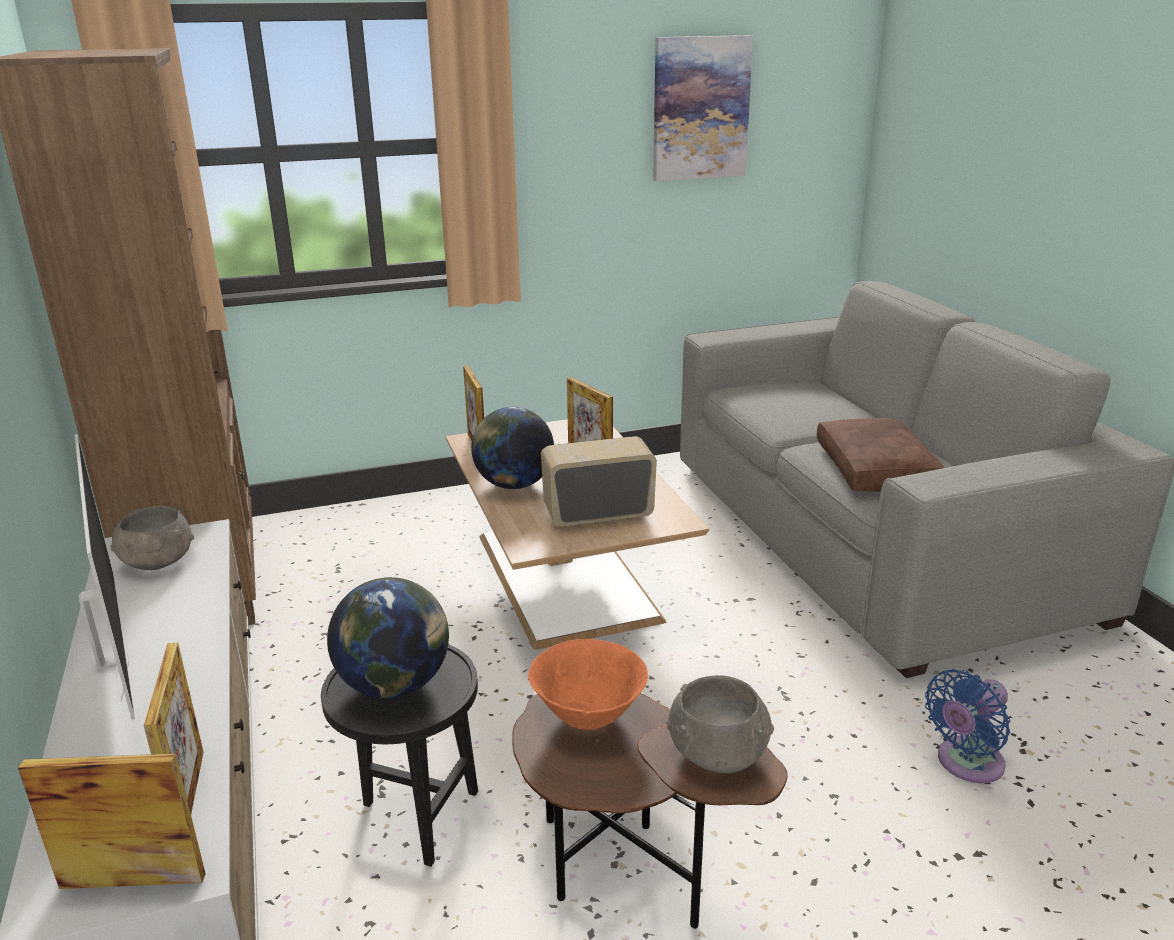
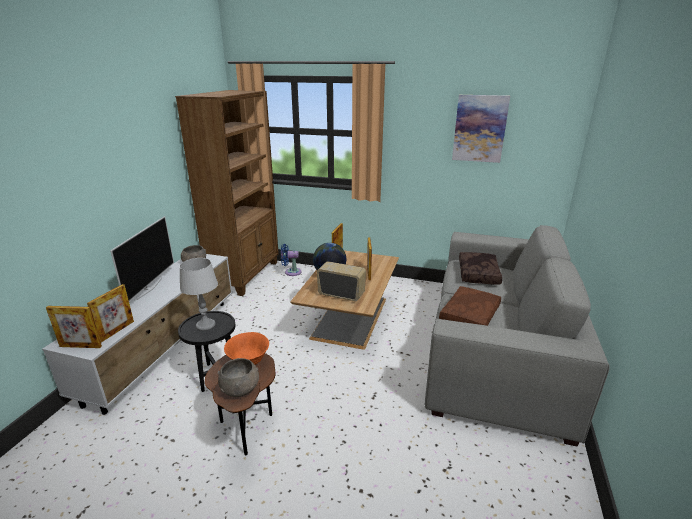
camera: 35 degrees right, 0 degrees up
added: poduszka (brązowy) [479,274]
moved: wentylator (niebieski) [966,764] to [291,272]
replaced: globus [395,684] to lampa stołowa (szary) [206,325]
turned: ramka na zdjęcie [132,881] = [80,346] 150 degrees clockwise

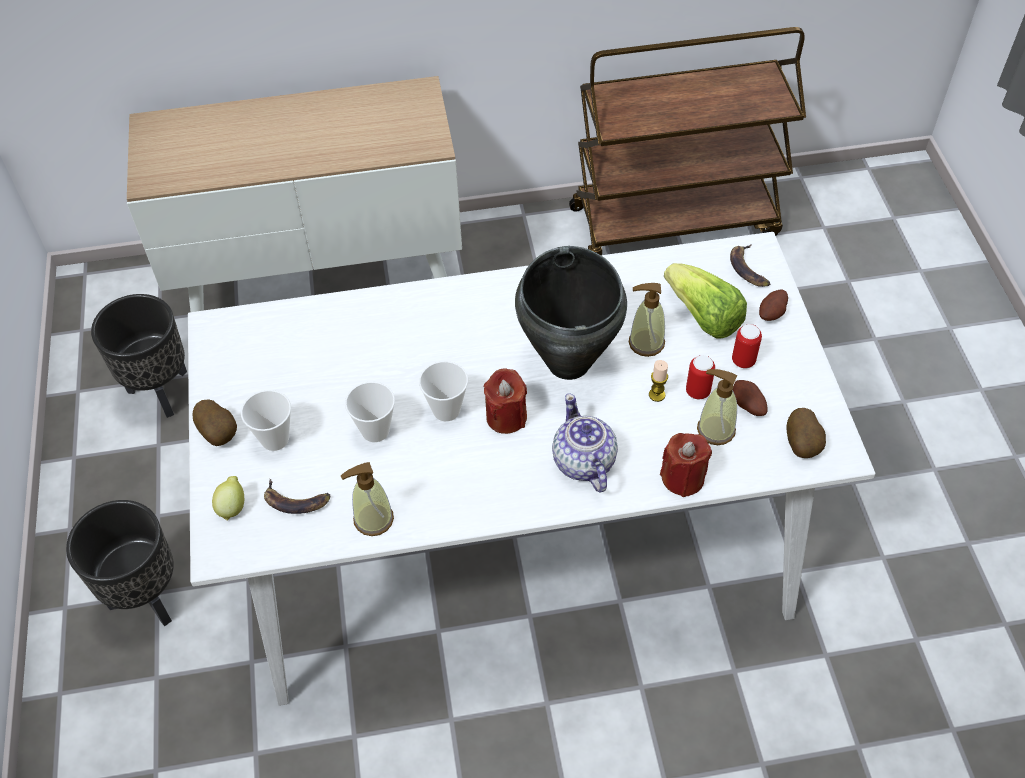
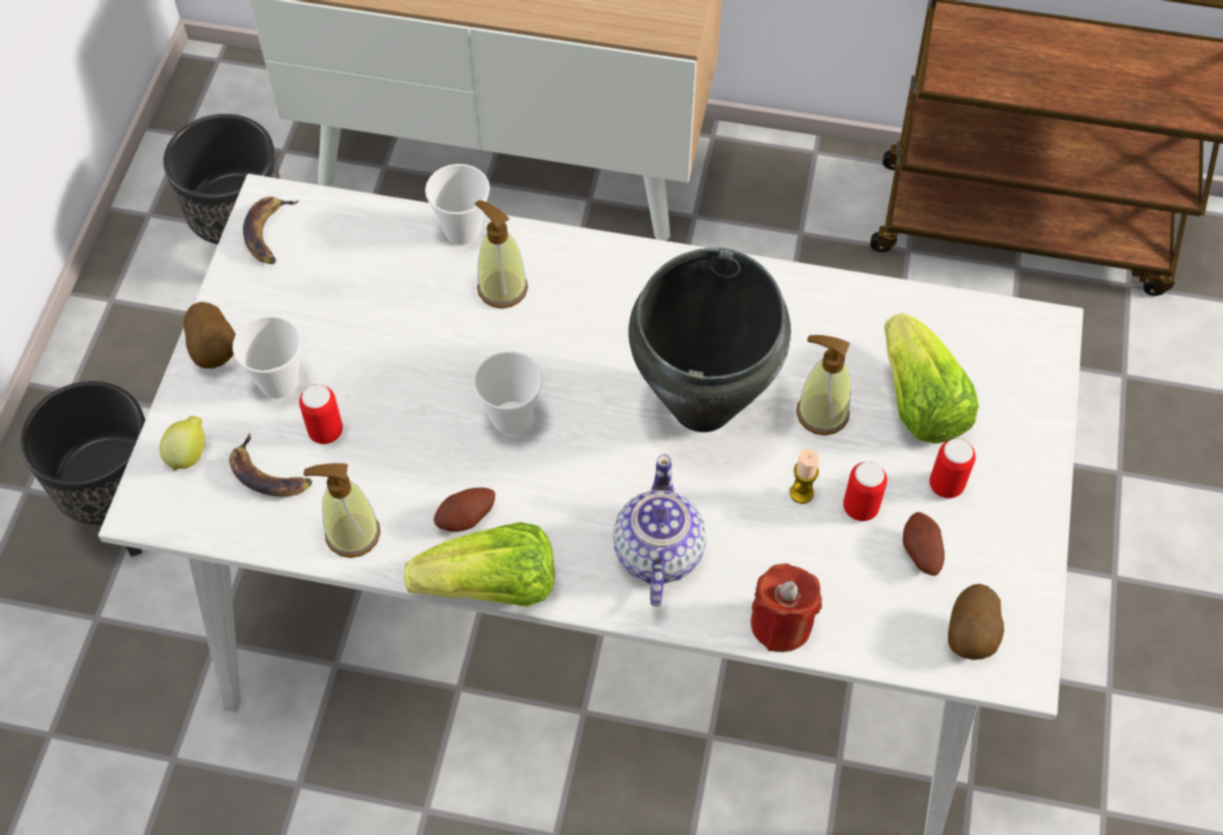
camera: 20 degrees right, 5 degrees up
removed: świeca (czerwony) [506,417]
added: puszka [326,432]; sałata [492,587]
moved: banan [748,269] to [269,233]; filiżanka [375,430] to [462,230]; ziemniak [772,313] to [467,519]; dozownik mydła [715,430] to [502,288]

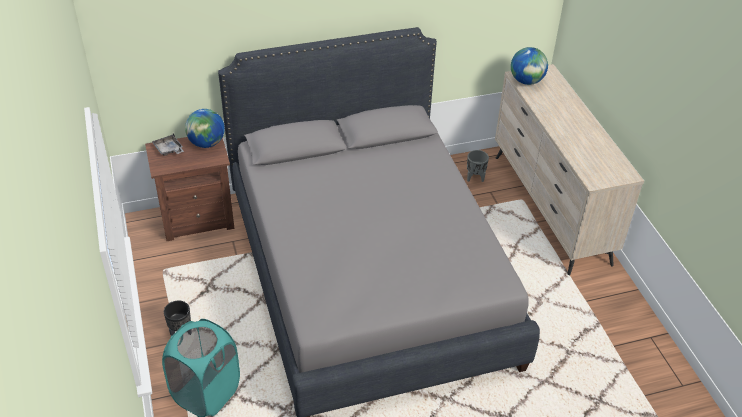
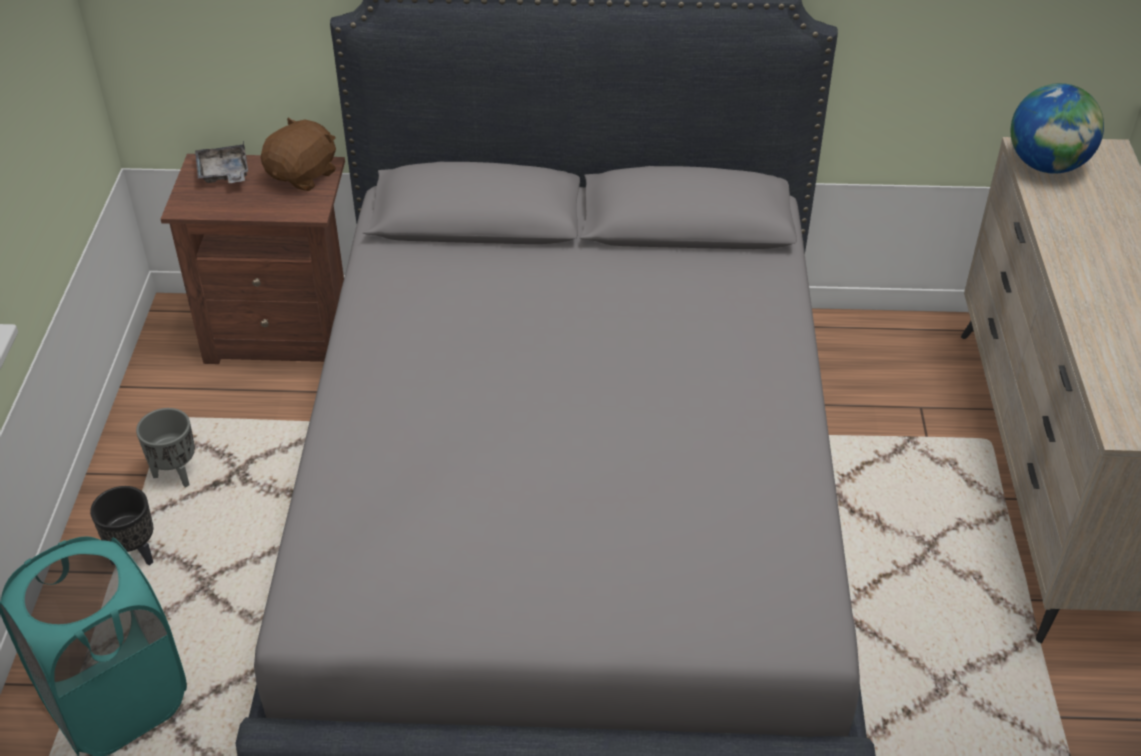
camera: 20 degrees right, 0 degrees up
moved: donica (szary) [475,178] to [177,474]
replaced: globus [207,143] to pluszak (brązowy) [303,175]

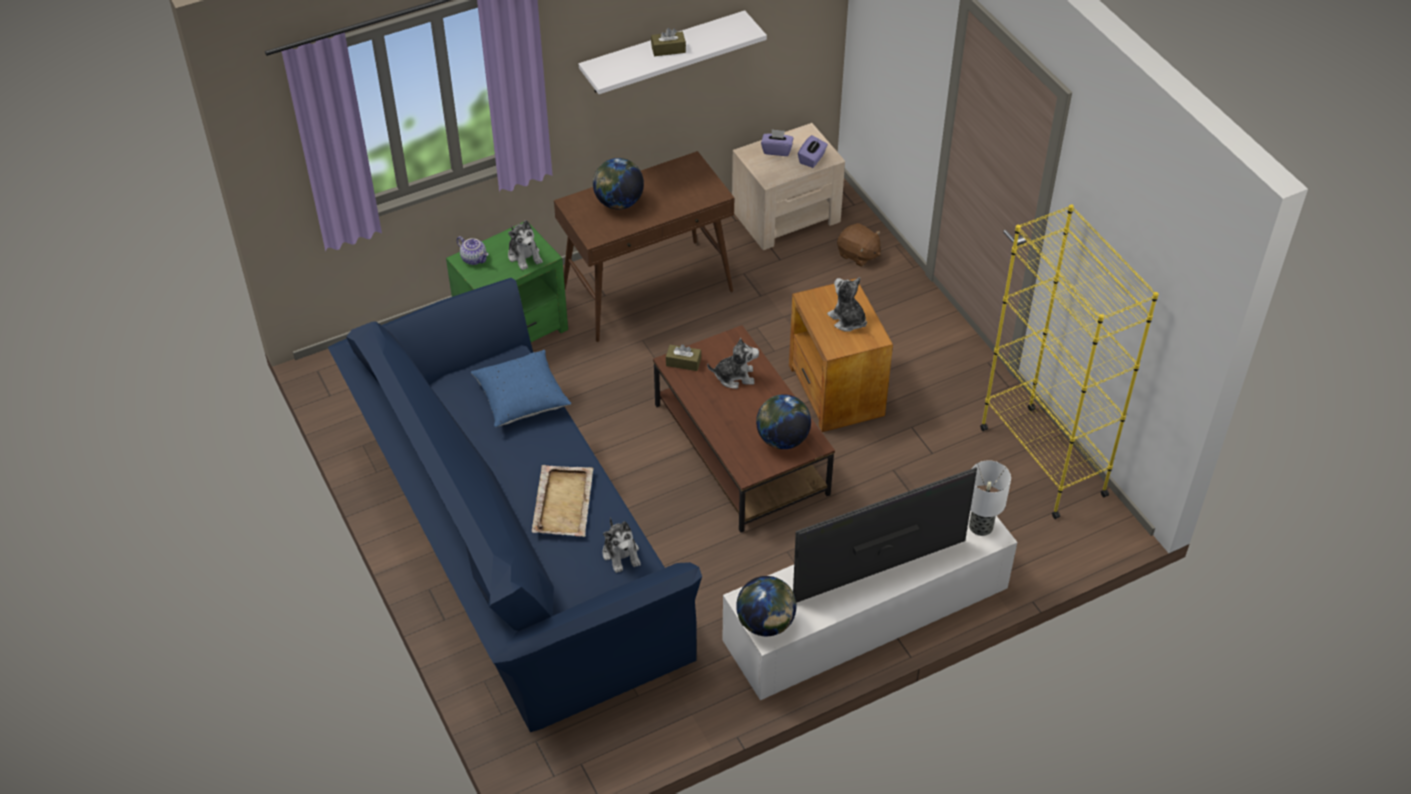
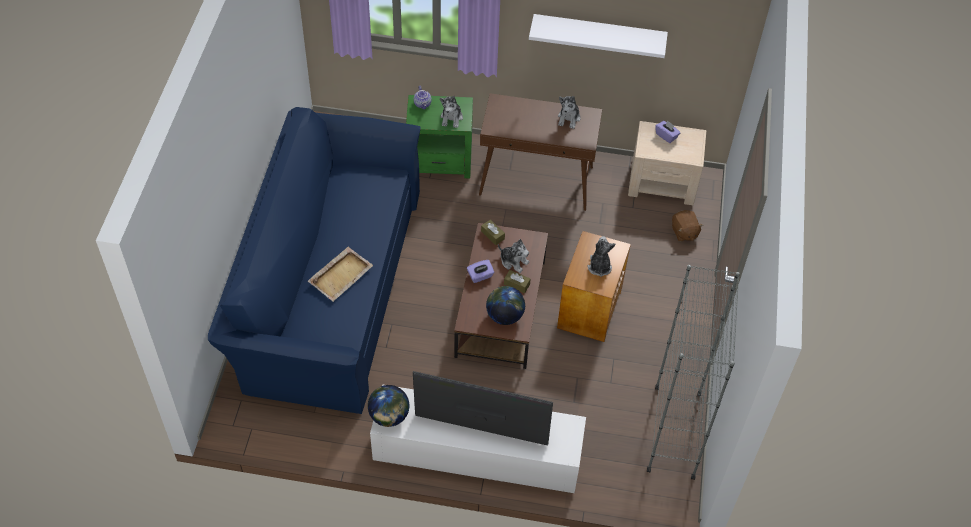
camera: 35 degrees right, 5 degrees up
removed: poduszka (niebieski) [521,399]; globus [619,203]; lampa stołowa [981,526]
moved: pudełko chusteczek (fioletowy) [812,159] to [480,276]; pudełko chusteczek (brązowy) [668,49] to [516,284]; pluszak [621,554] to [569,118]
recoloured: regał (żółty) [1042,461] to regał (szary) [674,431]

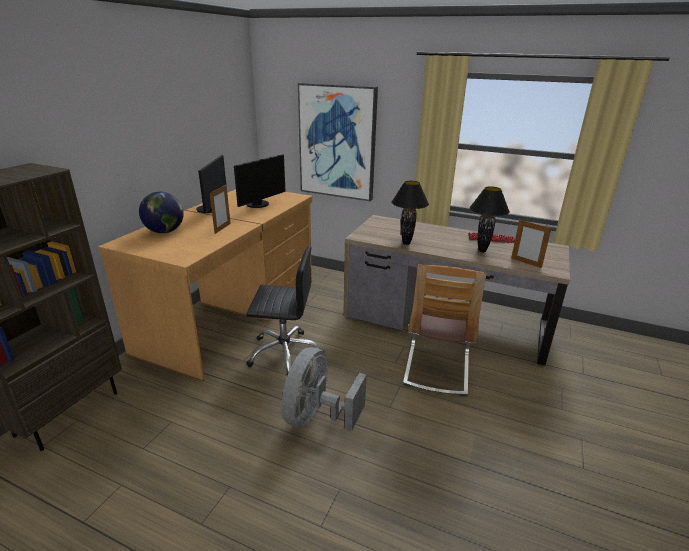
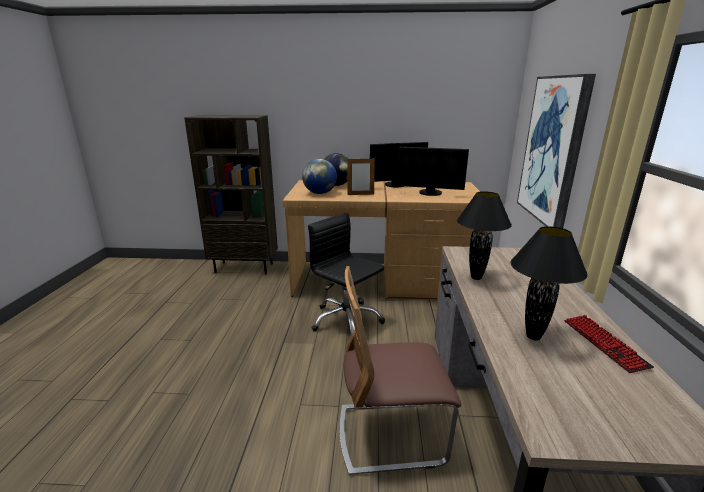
camera: 70 degrees right, 5 degrees down
removed: wentylator (szary) [317,417]; ramka na zdjęcie [526,263]
added: globus [320,193]
turned: krzesło biurowe (czarny) [285,353] = [346,320] 150 degrees clockwise

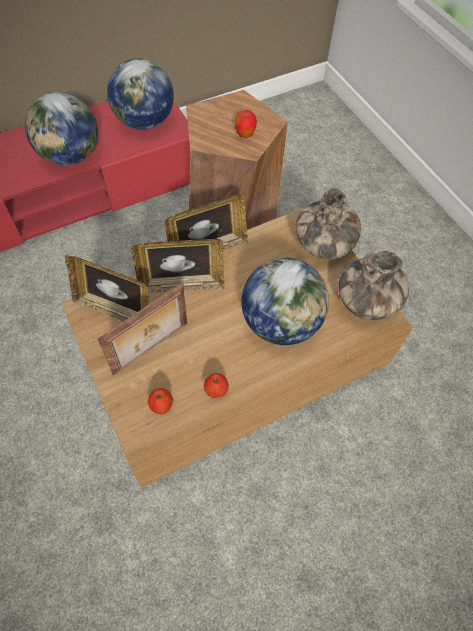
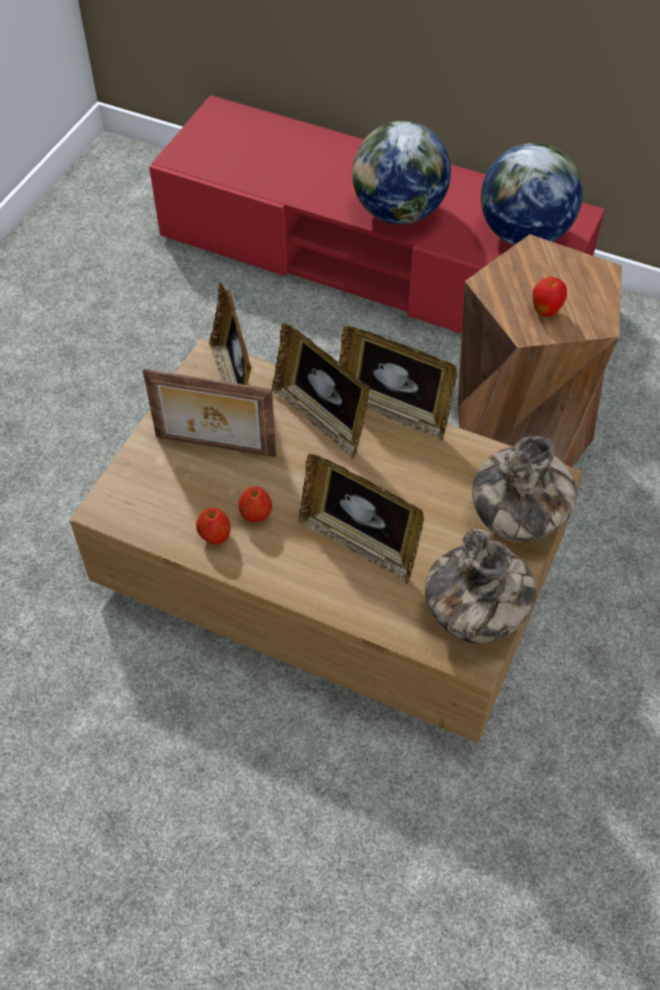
camera: 55 degrees right, 5 degrees down
moved: jabłko [161,406] to [255,515]
replaced: globus [280,323] to ramka na zdjęcie [360,543]

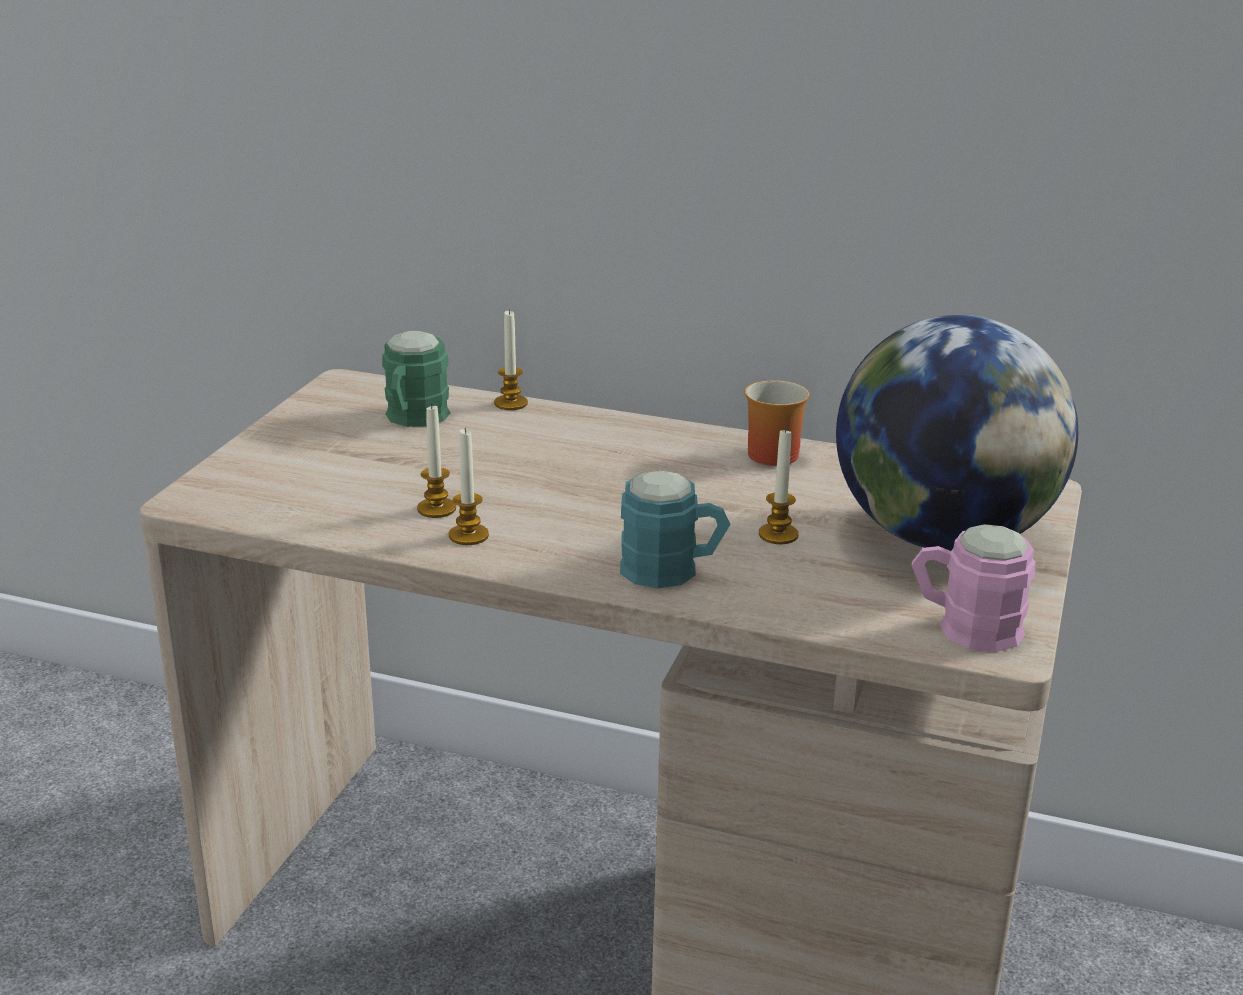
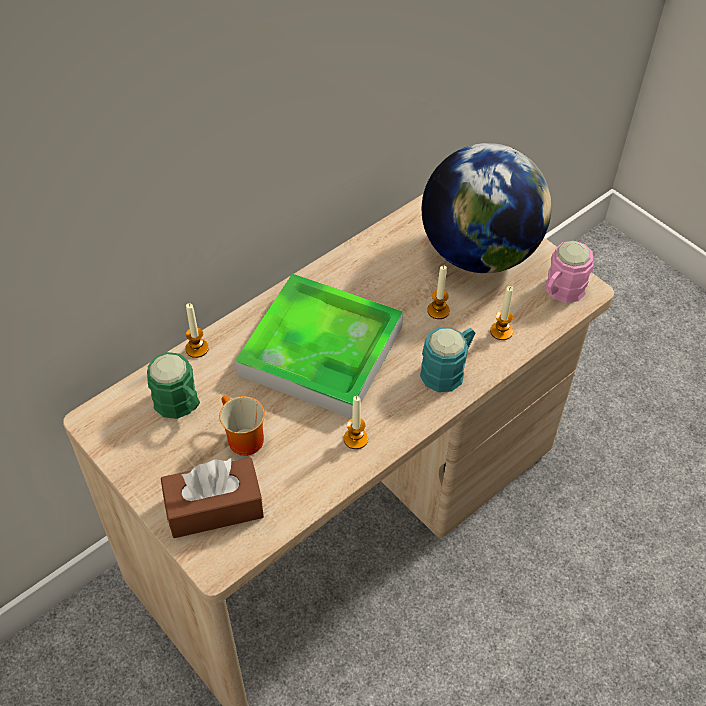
camera: 60 degrees left, 25 degrees up
added: pudełko chusteczek (brązowy) [214,507]; taca [321,351]
moved: kubek [771,452] to [241,439]; świeca [436,509] to [501,331]

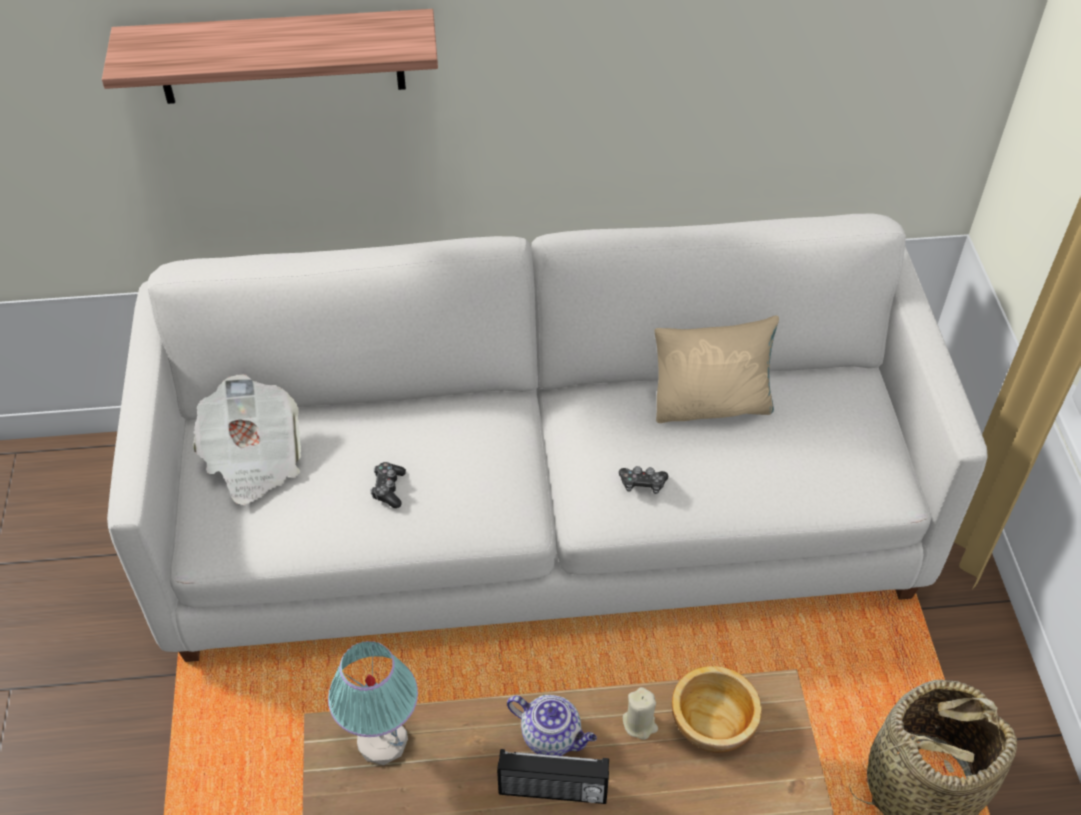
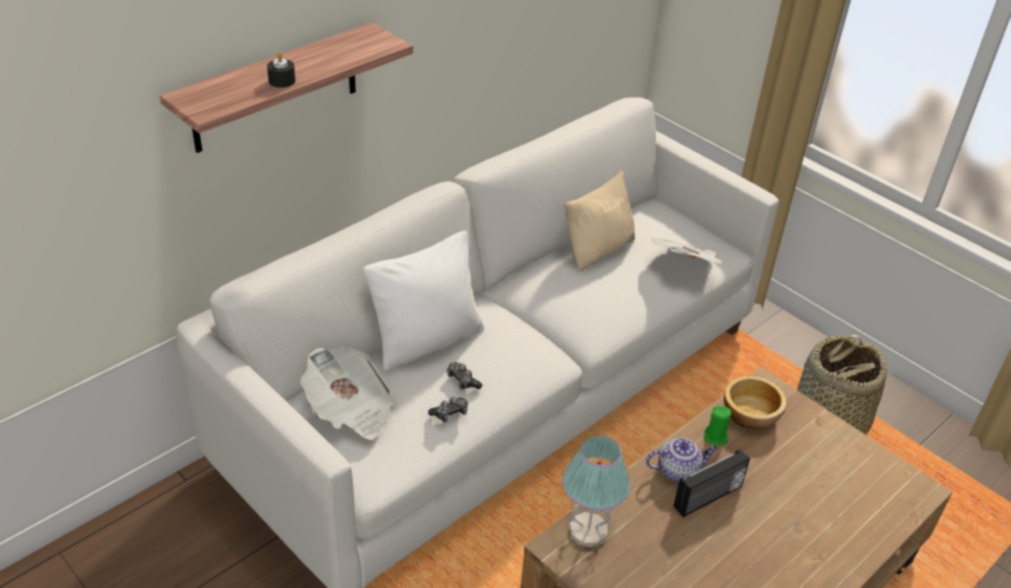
camera: 40 degrees left, 10 degrees down
added: świeca (czarny) [282,81]; poduszka (biały) [426,341]; gazeta [686,266]
moved: pad do gier [642,484] to [450,413]
recoloured: świeca (beżowy) [640,724] to świeca (zielony) [715,437]

